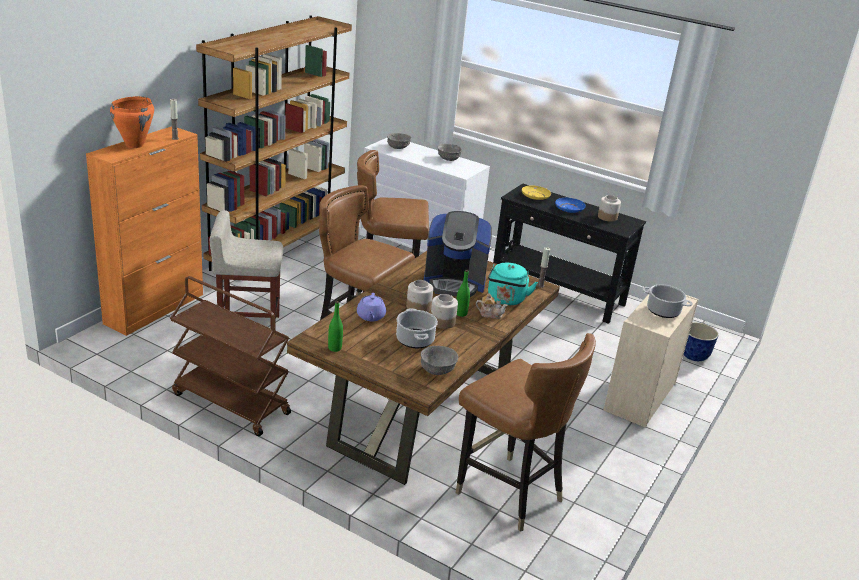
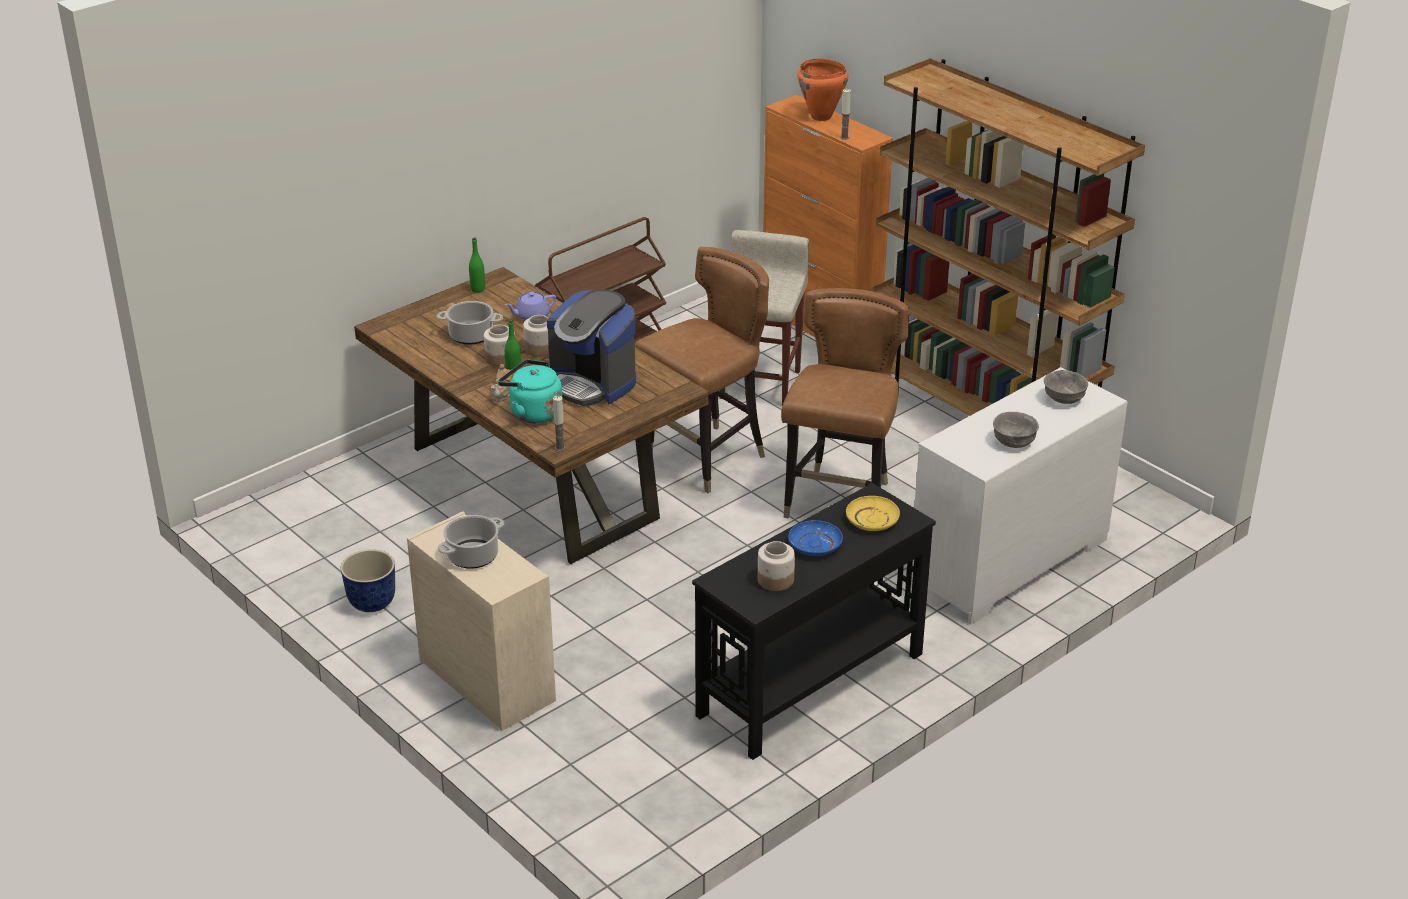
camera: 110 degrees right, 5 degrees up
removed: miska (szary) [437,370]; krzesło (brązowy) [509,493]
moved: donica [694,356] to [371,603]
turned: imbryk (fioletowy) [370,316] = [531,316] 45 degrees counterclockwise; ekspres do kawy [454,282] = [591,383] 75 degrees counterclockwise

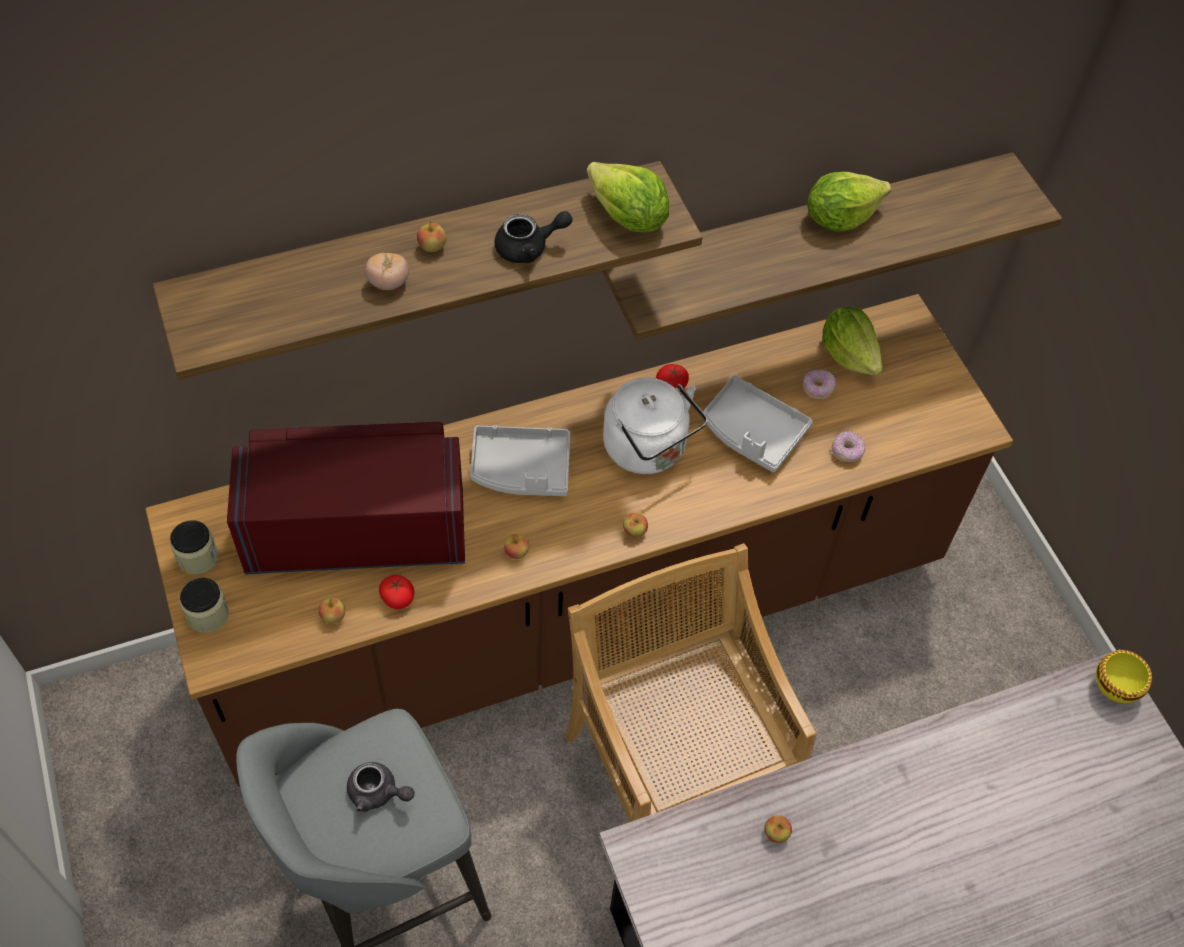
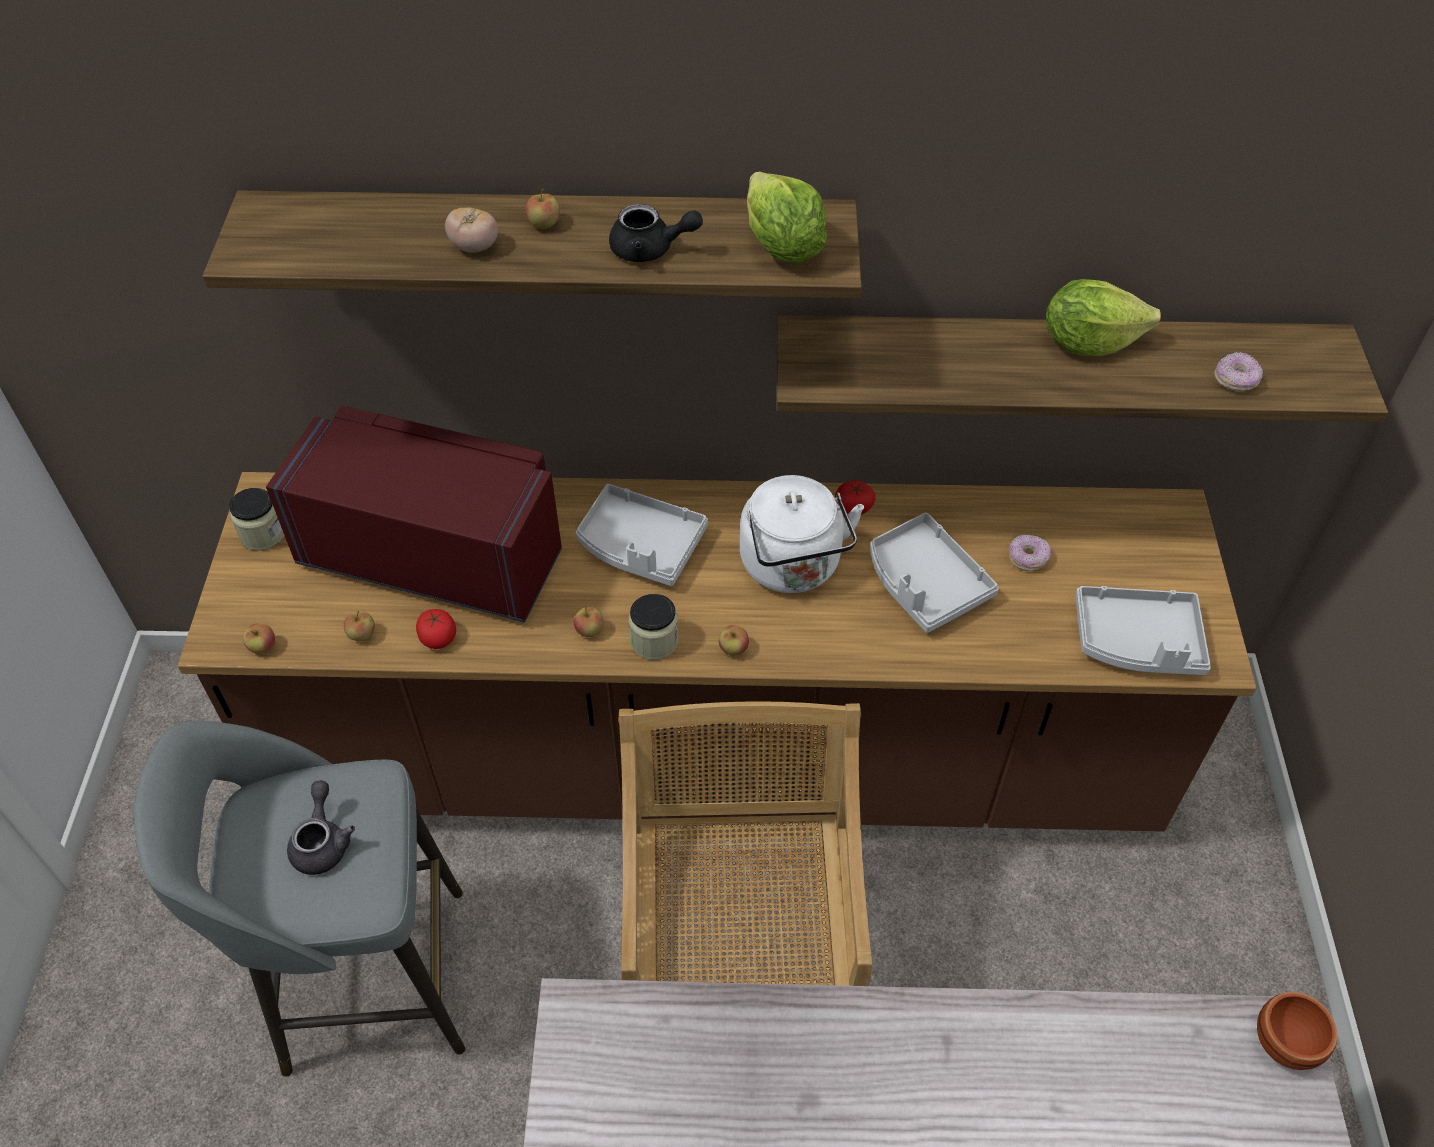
camera: 25 degrees right, 5 degrees down
removed: sałata [848,354]
added: taca (szary) [1137,641]
moved: jabłko [776,833] to [263,647]; słoik [208,615] to [654,641]; donut [847,451] to [1235,380]
recoloured: miska (żółty) [1116,687] to miska (brązowy) [1286,1044]
turned: imbryk (szary) [378,793] = [322,842] 135 degrees counterclockwise

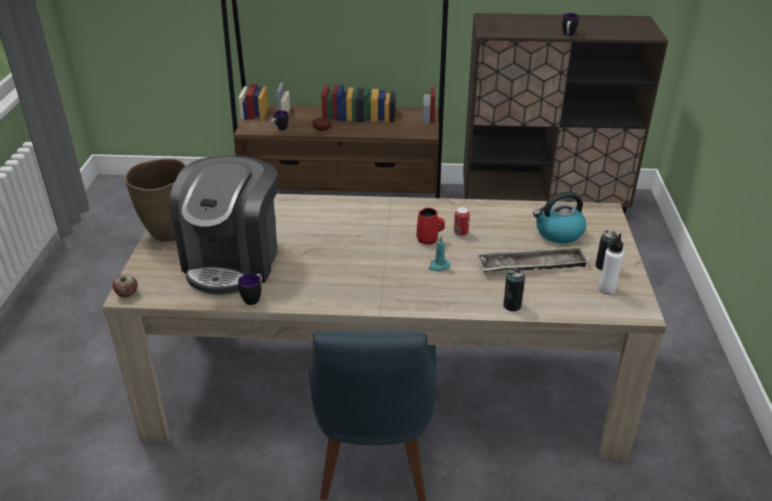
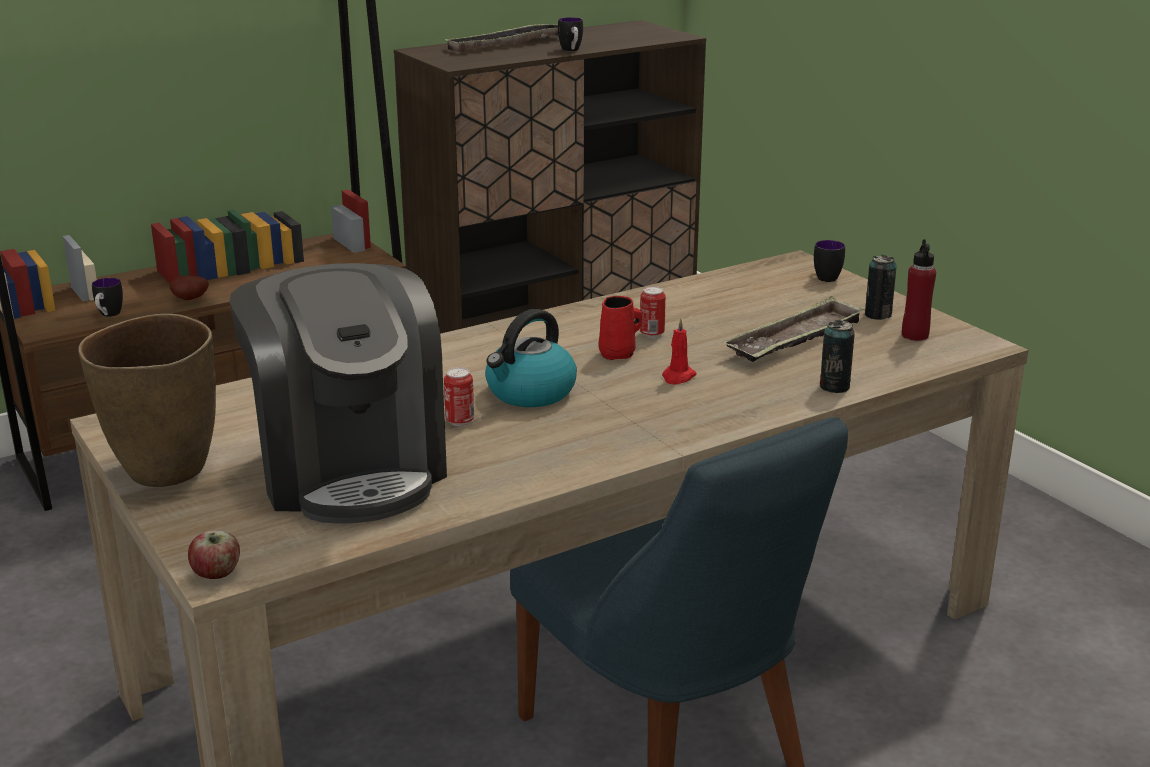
camera: 35 degrees left, 10 degrees down
added: taca [506,44]; puszka [460,421]
moved: czajnik [558,233] to [530,393]; kubek [254,298] to [825,276]
recoloured: świeca (turkusowy) [438,266] to świeca (czerwony) [678,377]; butelka (biały) [607,289] to butelka (czerwony) [915,335]

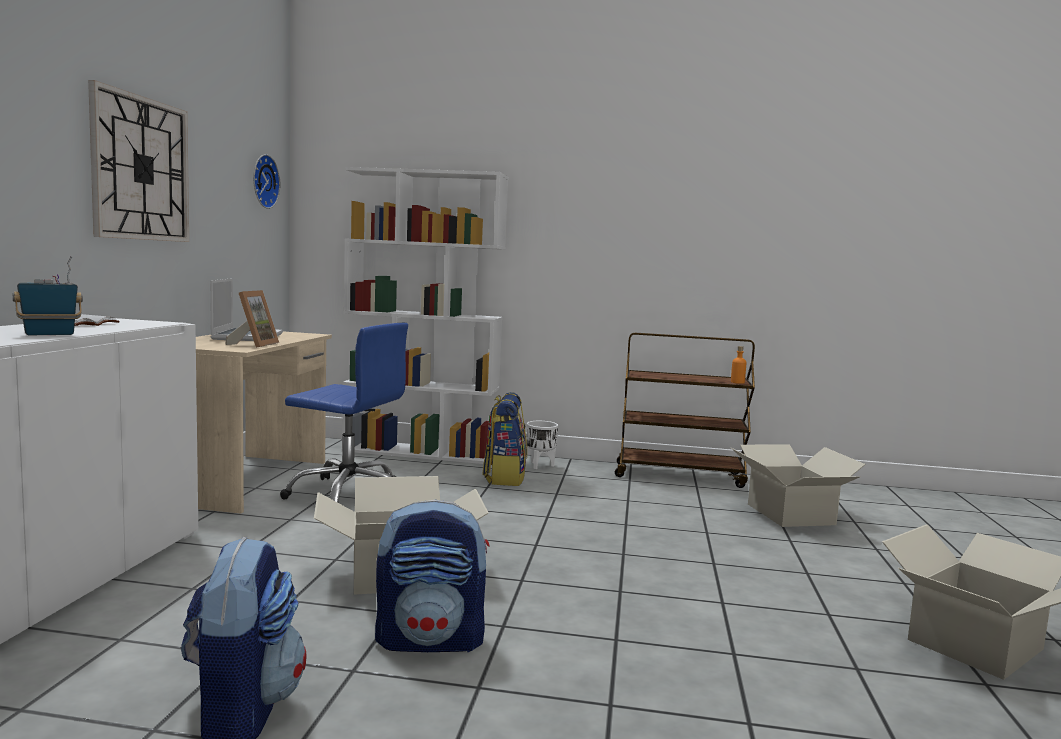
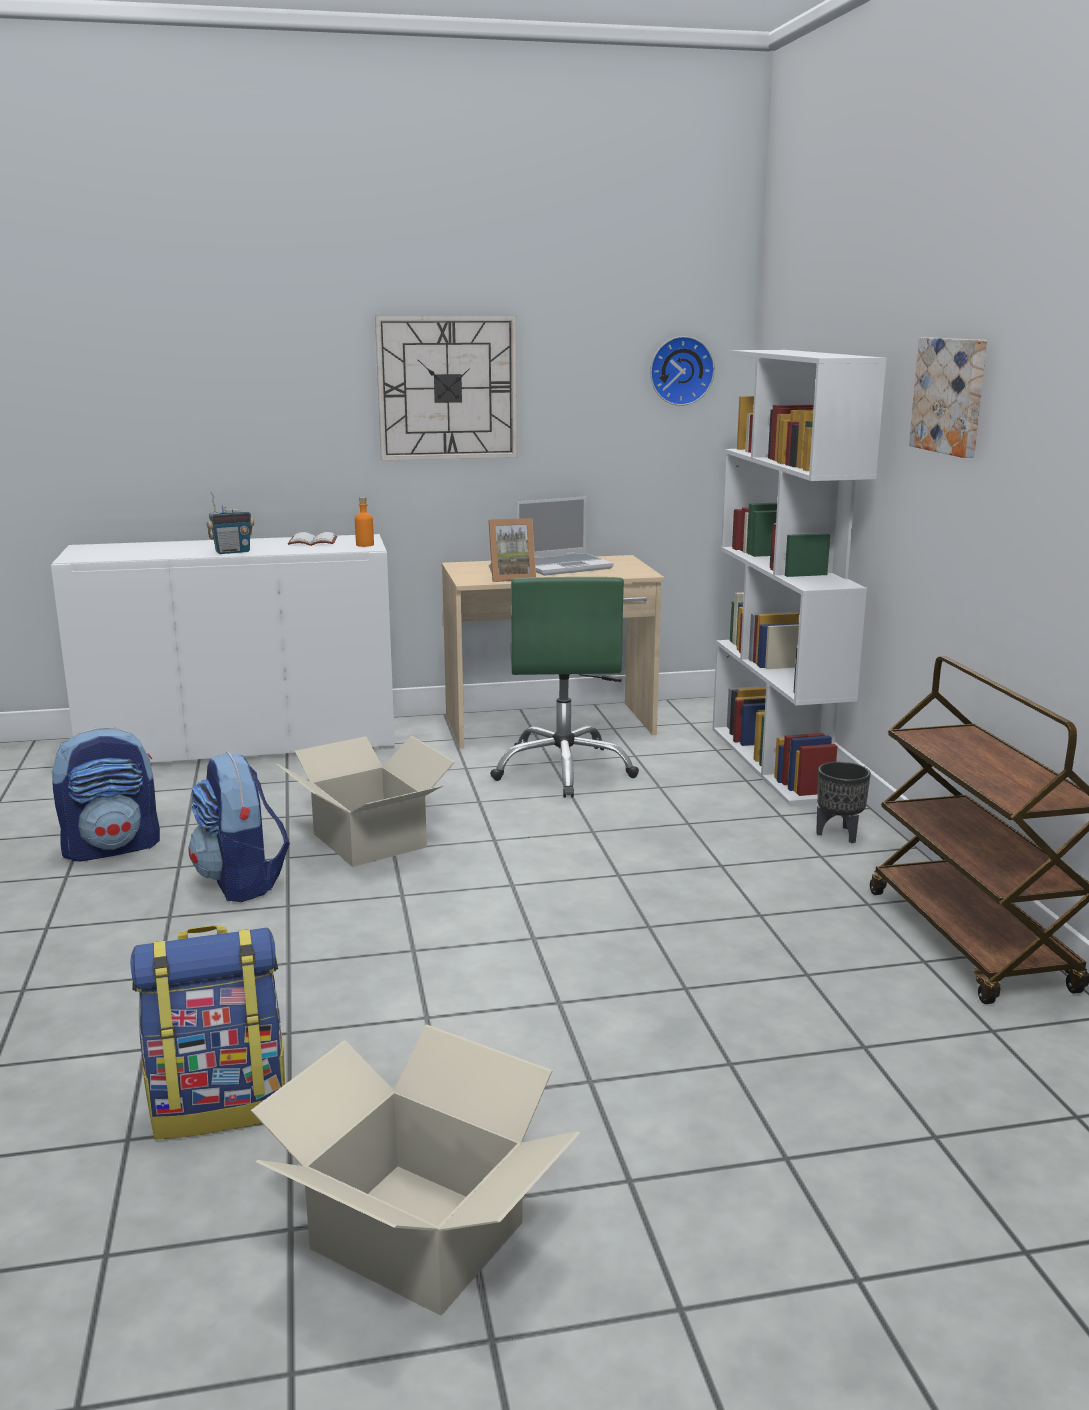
camera: 70 degrees right, 10 degrees up
removed: karton [789,514]
added: obraz [952,395]
moved: plecak [504,477] to [220,1105]; butelka (pomarańczowy) [737,382] to [365,545]
recoloured: krzesło biurowe (niebieski) [348,495] to krzesło biurowe (zielony) [564,770]; donica (biały) [539,465] to donica (czarny) [838,834]
turned: radio [49,334] = [232,552] 120 degrees clockwise

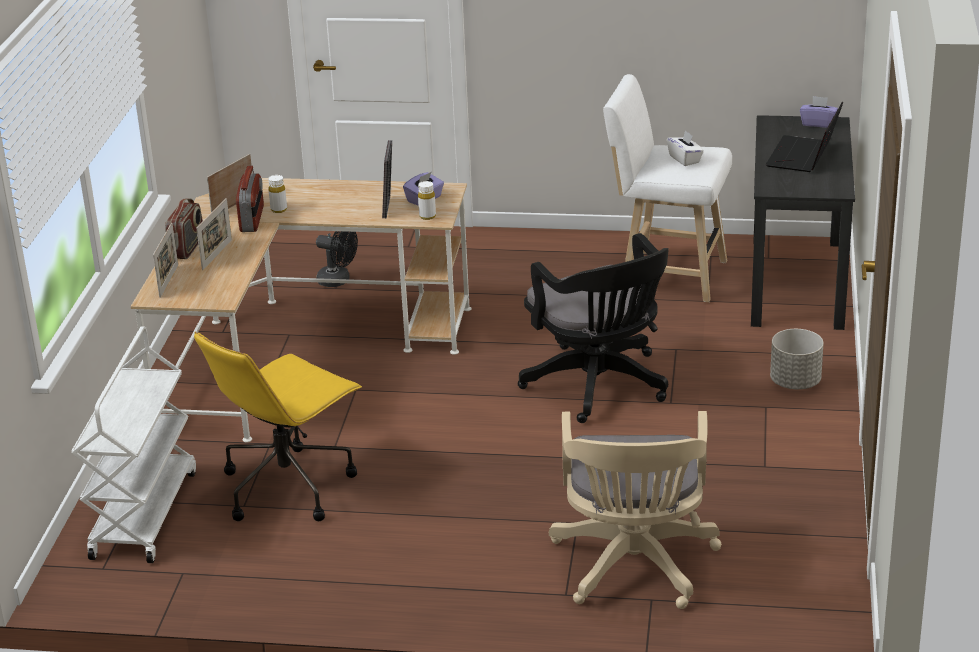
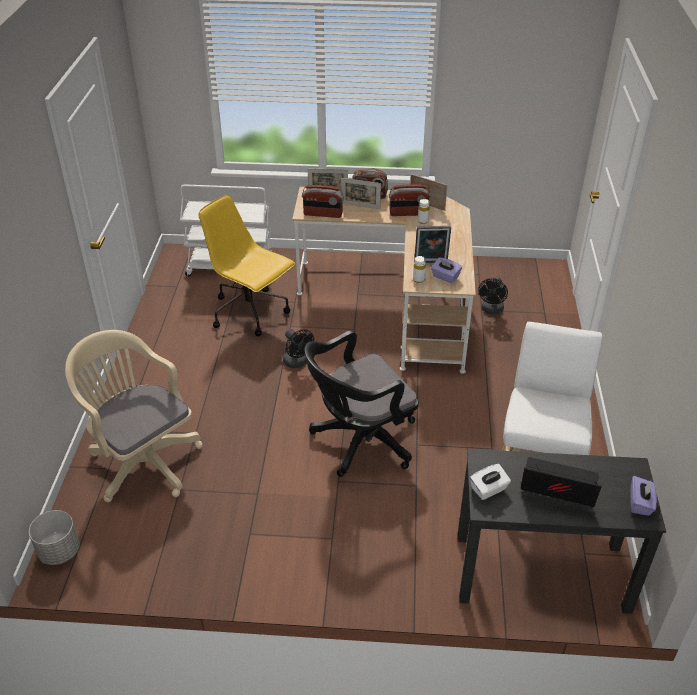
camera: 85 degrees right, 10 degrees up
added: wentylator (czarny) [297,363]; radio [323,214]
moved: donica (szary) [795,382] to [59,551]; pudełko chusteczek (biały) [685,159] to [489,489]
turned: krzesło biurowe (beżowy) [634,568] = [142,460] 45 degrees clockwise

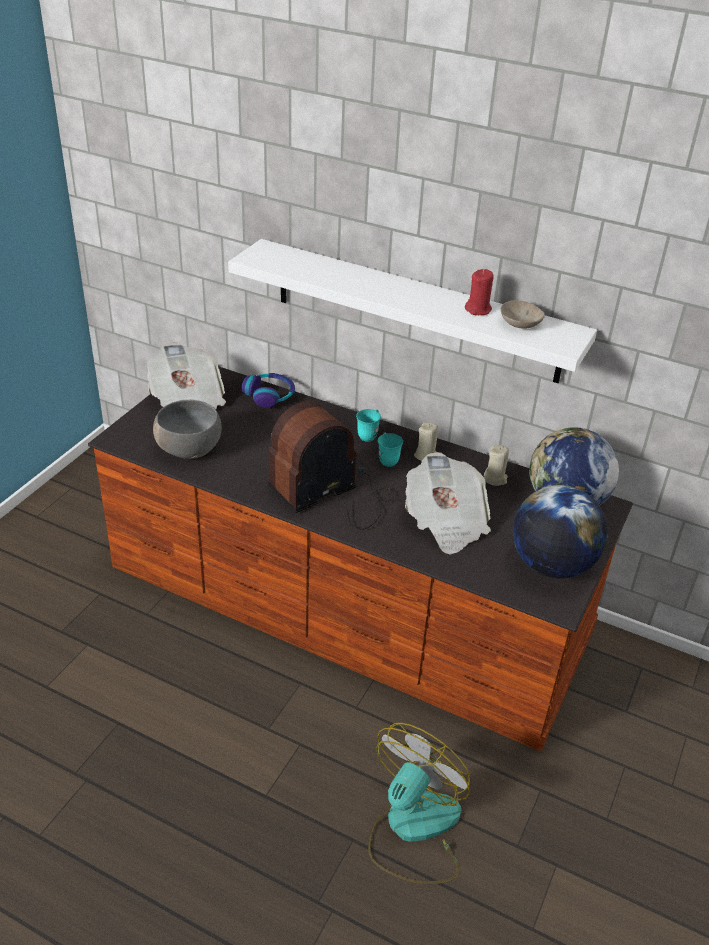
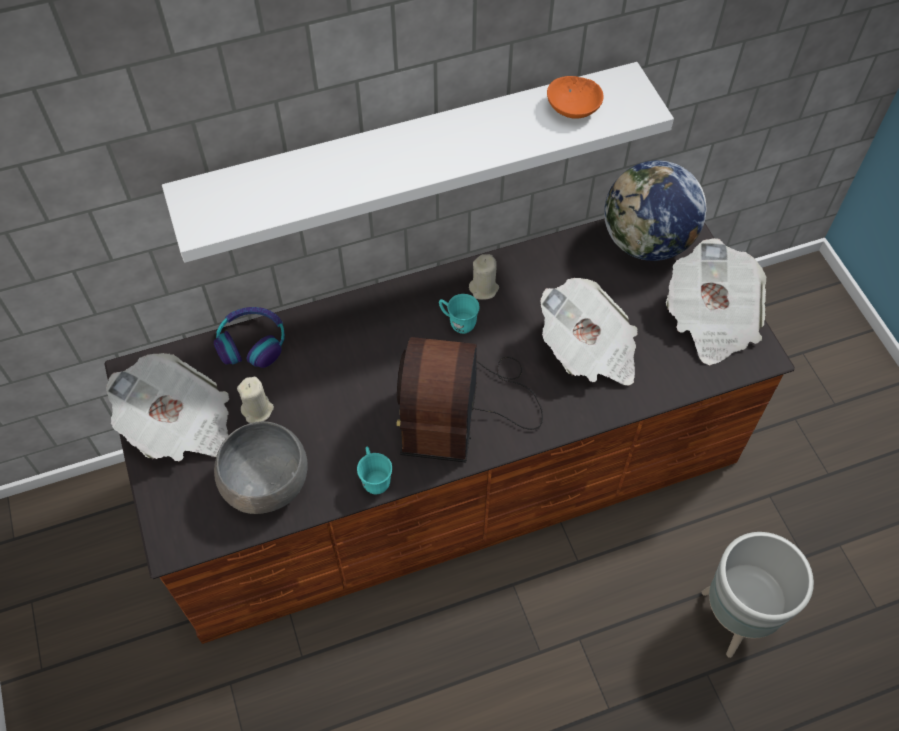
camera: 45 degrees left, 20 degrees up
removed: świeca (czerwony) [478,309]
moved: świeca (beżowy) [495,479] to [257,410]; kubek (turkusowy) [369,434] to [375,479]
replaced: globus [551,565] to gazeta [711,319]; wentylator [413,829] to donica (szary) [732,619]
recoloured: miska (beżowy) [518,323] to miska (pomarańczowy) [572,108]

